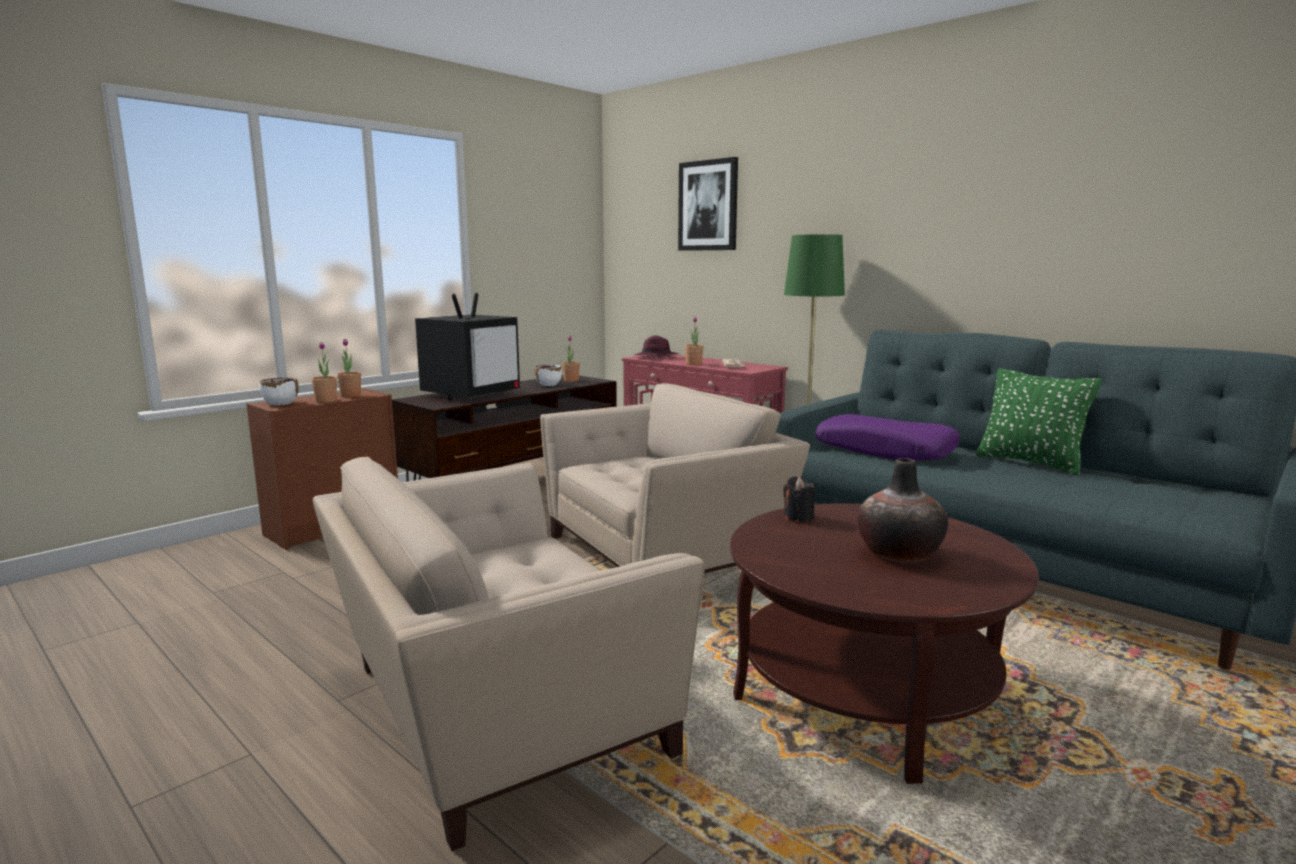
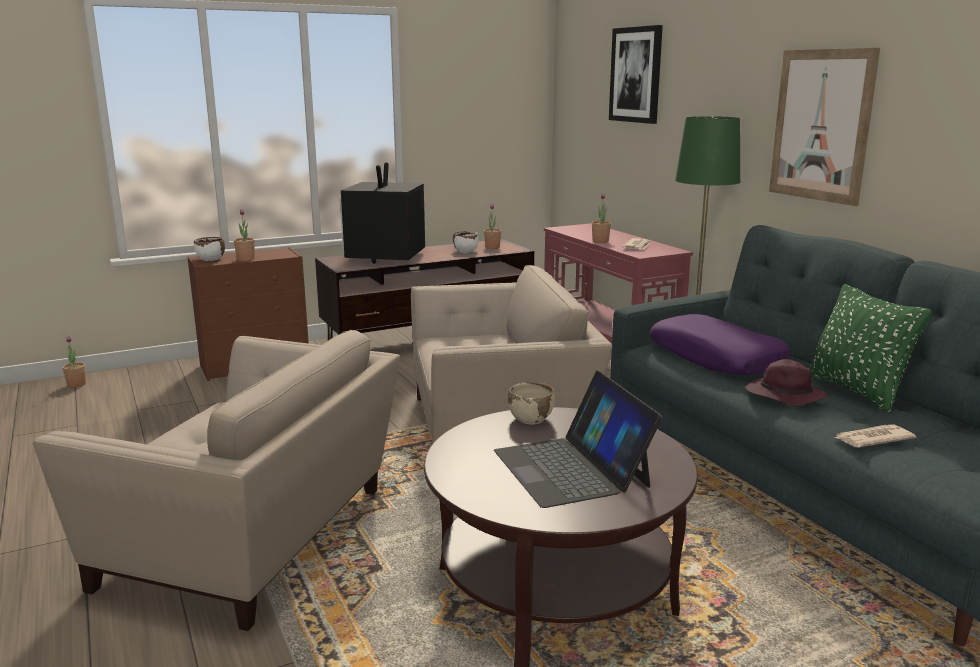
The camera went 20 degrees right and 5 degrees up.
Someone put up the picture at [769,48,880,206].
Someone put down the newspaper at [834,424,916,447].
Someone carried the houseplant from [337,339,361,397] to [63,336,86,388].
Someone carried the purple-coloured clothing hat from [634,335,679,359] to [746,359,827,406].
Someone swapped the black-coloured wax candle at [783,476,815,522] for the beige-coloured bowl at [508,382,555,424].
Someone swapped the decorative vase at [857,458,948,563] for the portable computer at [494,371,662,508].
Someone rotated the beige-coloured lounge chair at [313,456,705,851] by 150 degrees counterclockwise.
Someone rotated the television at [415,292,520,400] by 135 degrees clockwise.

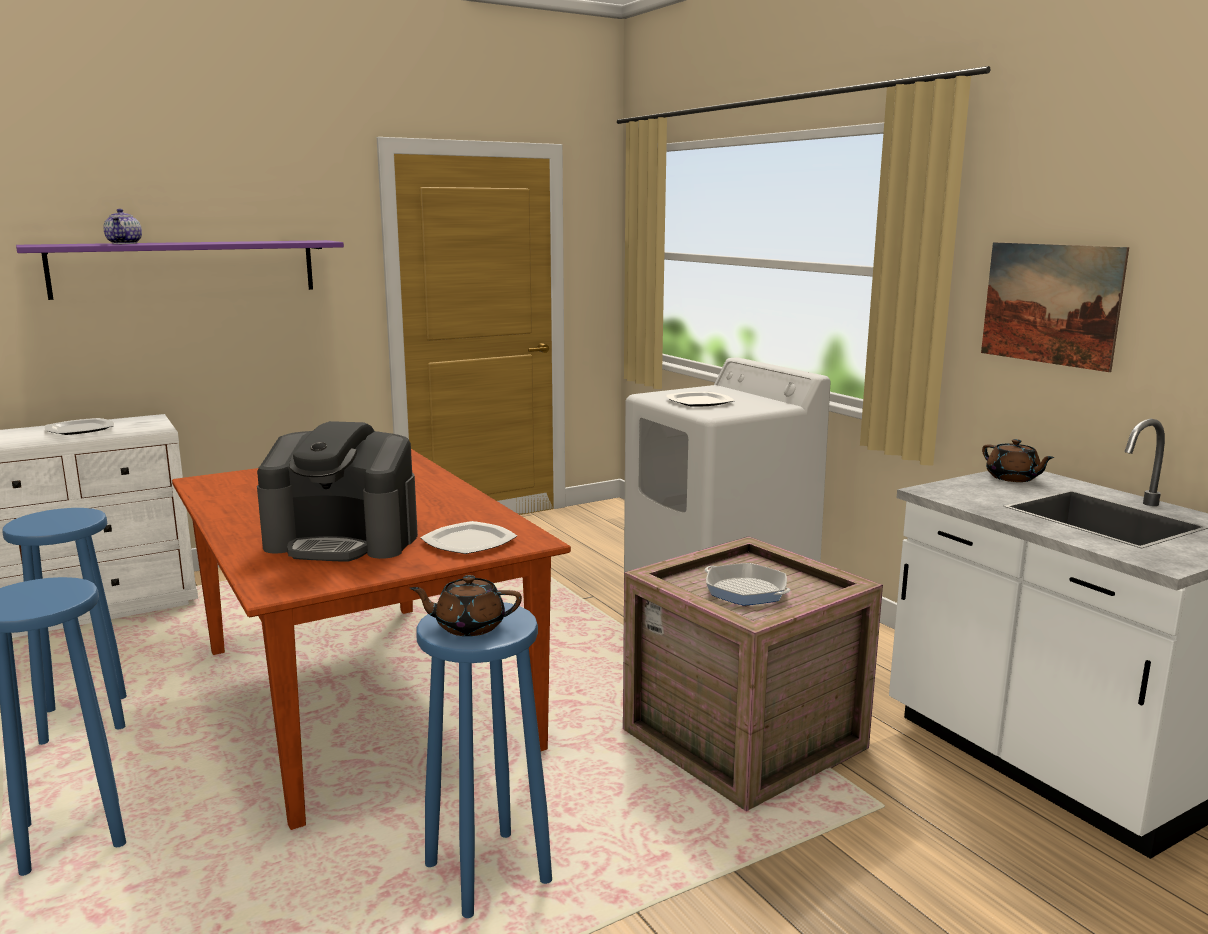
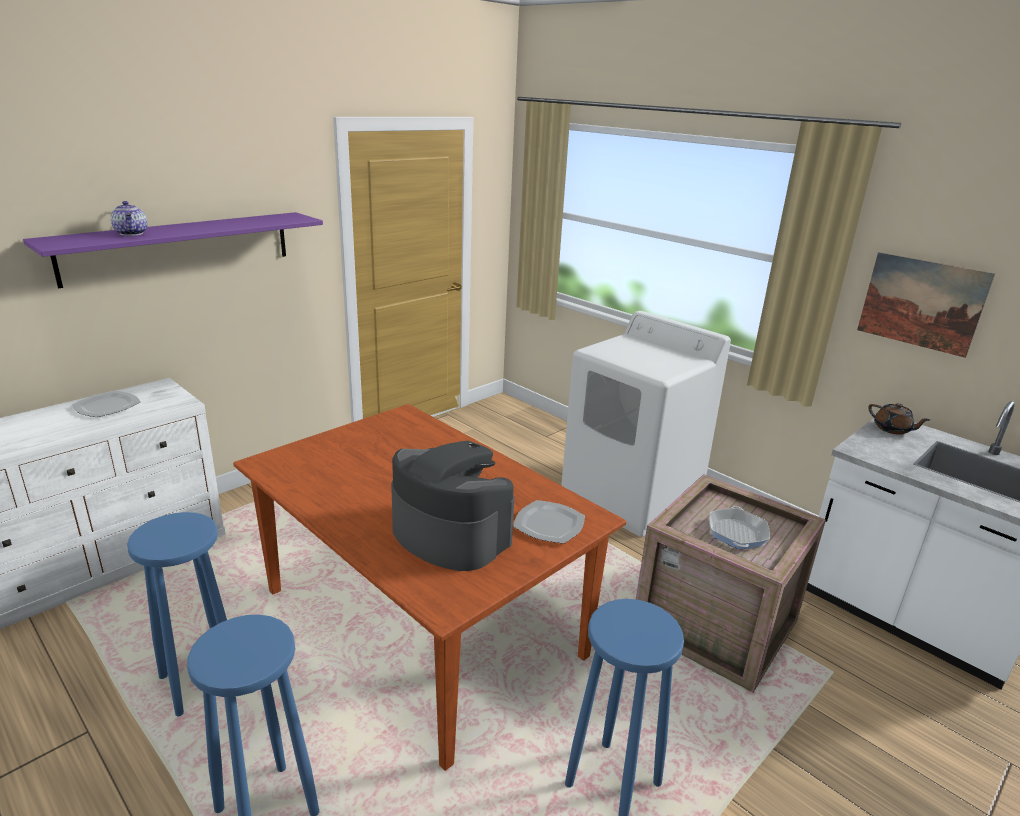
The camera went 15 degrees left and 10 degrees up.
Someone took away the brown-coloured teapot at [410,575,522,636].
Someone took away the flat dish at [666,391,734,407].
Someone rotated the coffee maker at [257,421,418,562] by 135 degrees counterclockwise.
Someone rotated the frying pan at [705,563,791,606] by 105 degrees counterclockwise.

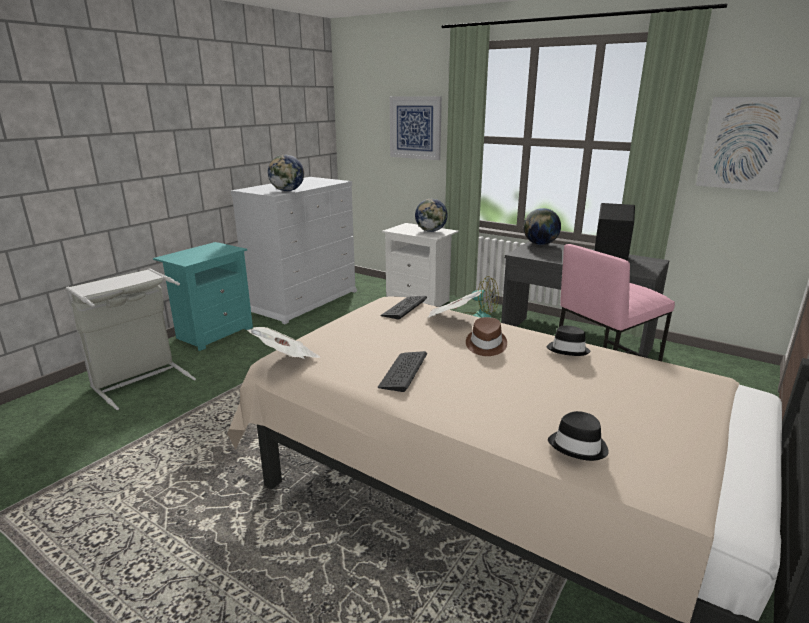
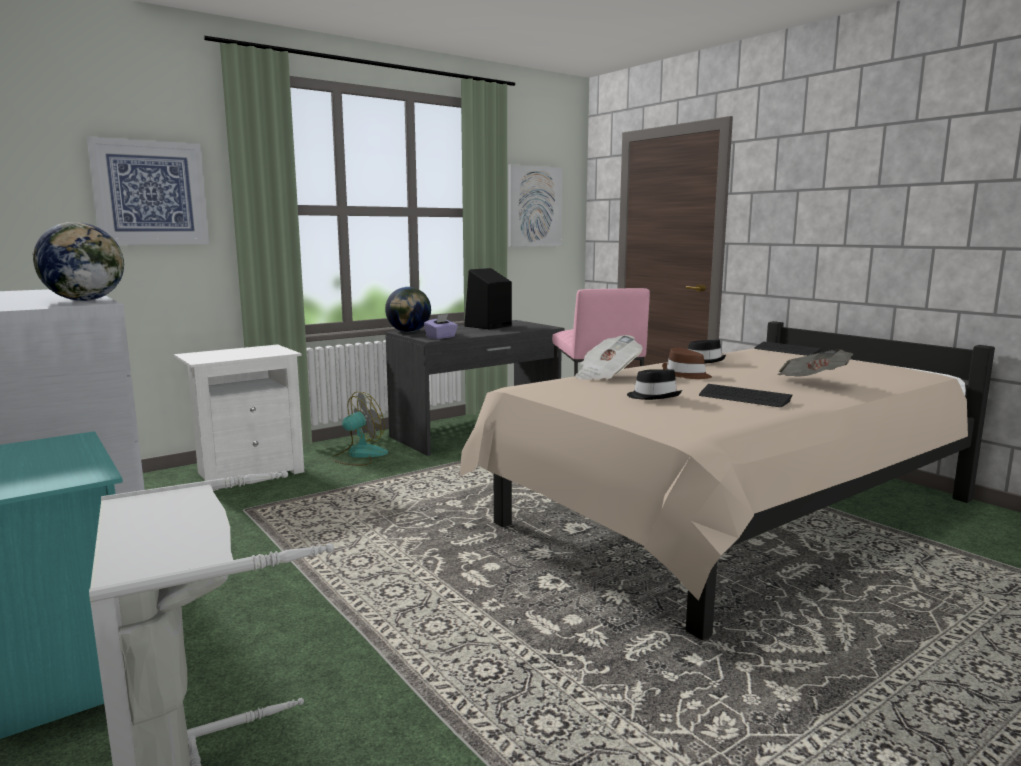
The camera went 70 degrees left and 10 degrees down.
Someone took away the world globe at [415,199,448,232].
Someone put down the purple-coloured box of tissues at [424,314,458,339].
Someone carried the newspaper from [247,327,321,359] to [777,350,853,377].
Someone carried the keyboard from [380,296,427,320] to [754,342,822,356].
Someone carried the black-coloured clothing hat from [548,411,609,461] to [627,369,682,400].

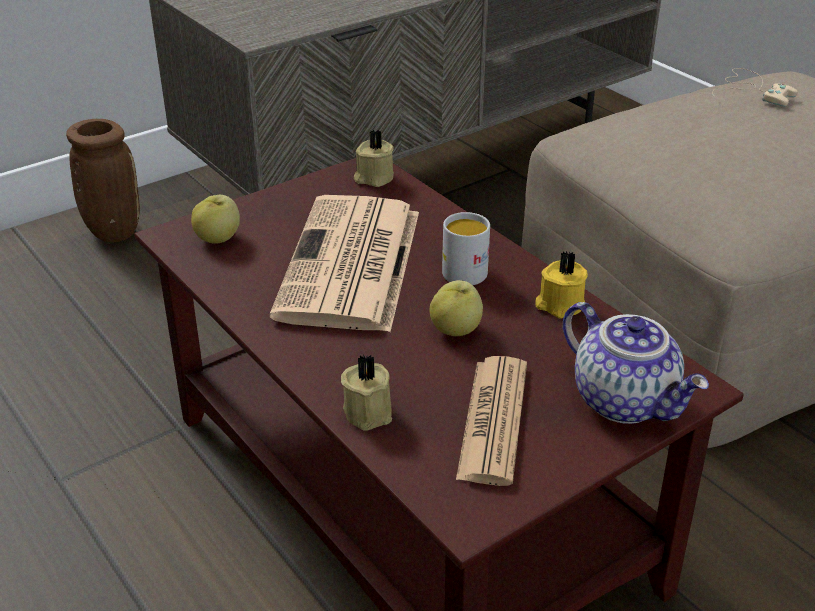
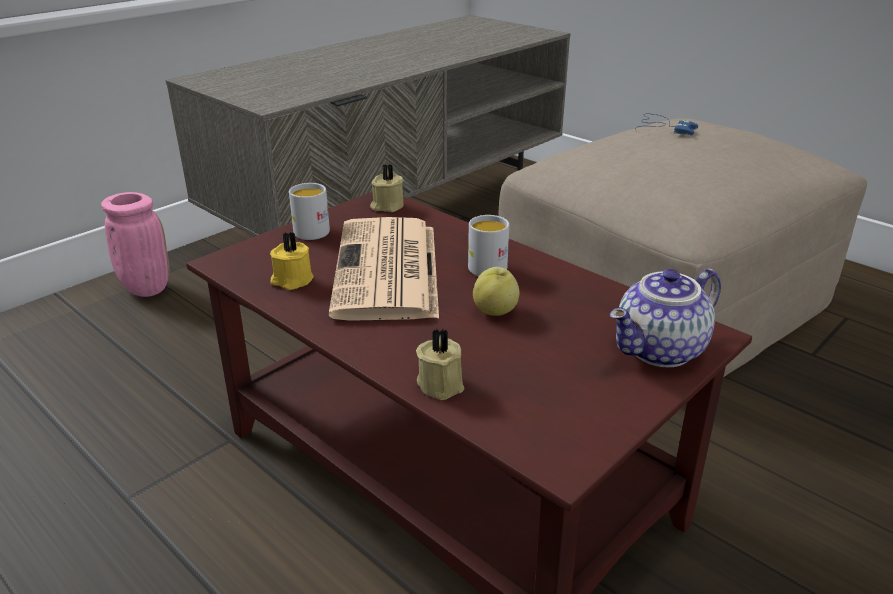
The camera went 10 degrees left and 5 degrees down.
Someone took away the whole apple at [191,195,240,244].
Someone took away the newspaper at [456,356,527,486].
Someone put down the whitish mug at [289,183,330,240].
Someone carried the yellowish wax candle from [535,251,588,318] to [270,232,314,290].
Someone repainted the brown-coloured decorative vase at [66,119,140,242], which became the pink decorative vase at [101,192,169,297].
Someone repainted the beige-coloured joypad at [712,68,798,107], which became the bluish joypad at [635,114,698,136].
Someone rotated the teapot at [563,302,709,424] by 105 degrees clockwise.

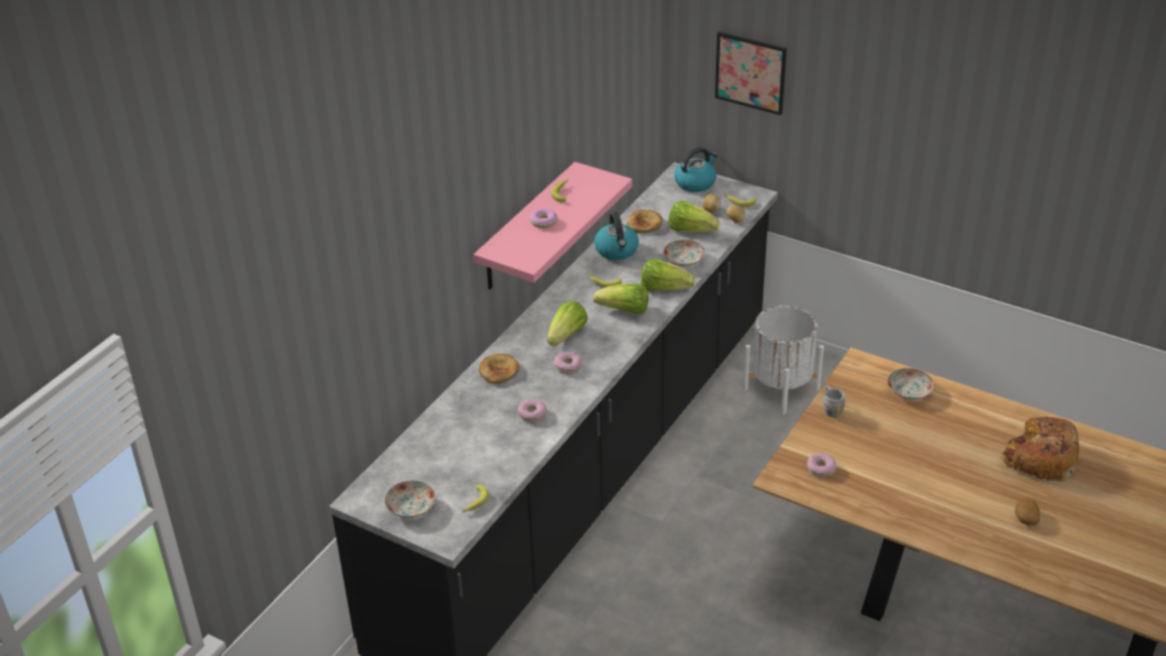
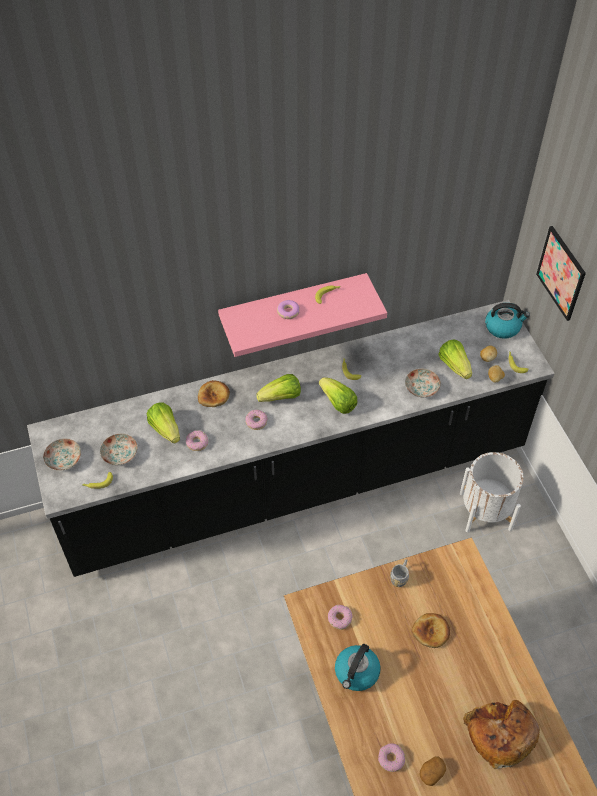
The camera went 40 degrees right and 15 degrees up.
Someone put down the donut at [378,743,405,772].
Someone carried the water kettle from [594,211,639,260] to [335,644,381,691].
Someone carried the bread from [627,210,663,233] to [412,613,450,648].
Someone carried the lettuce head from [641,258,695,291] to [147,402,180,443].
Someone carried the flat dish from [887,368,934,400] to [100,433,138,465].

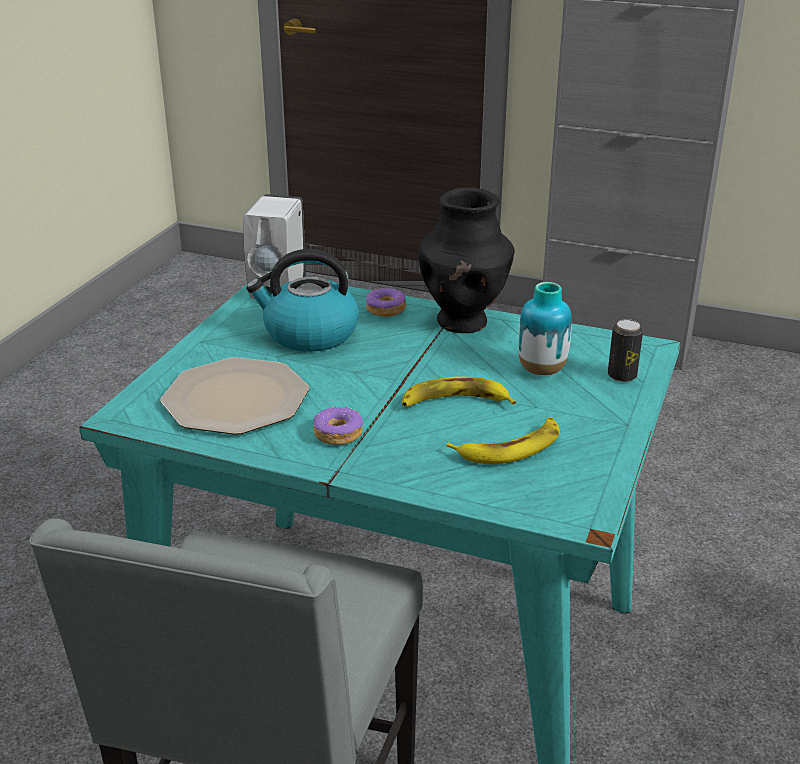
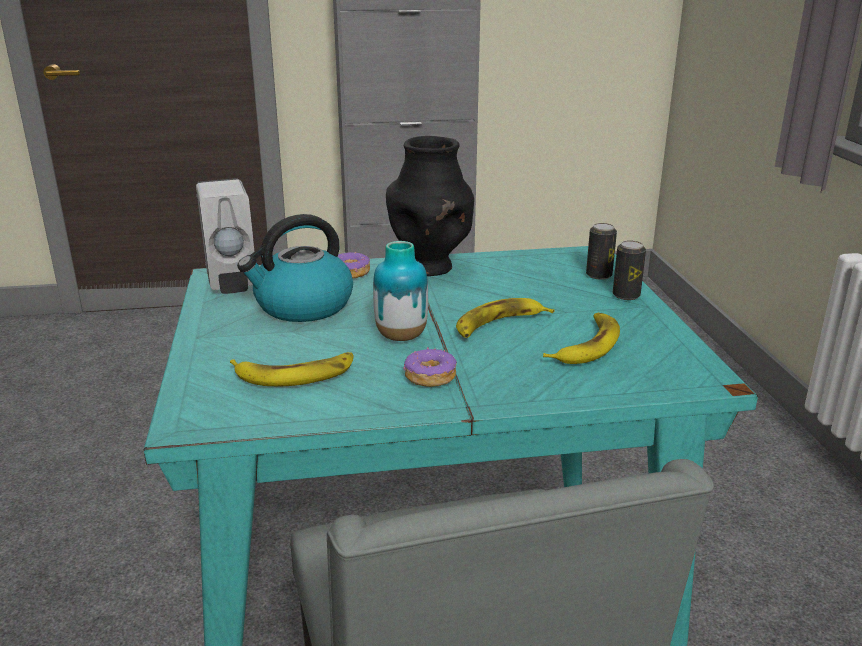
The camera went 30 degrees left and 5 degrees down.
Someone put down the can at [613,240,646,300].
Someone carried the decorative vase from [518,282,572,375] to [373,241,428,341].
Someone swapped the flat dish at [160,357,309,435] for the whole banana at [230,352,354,387].

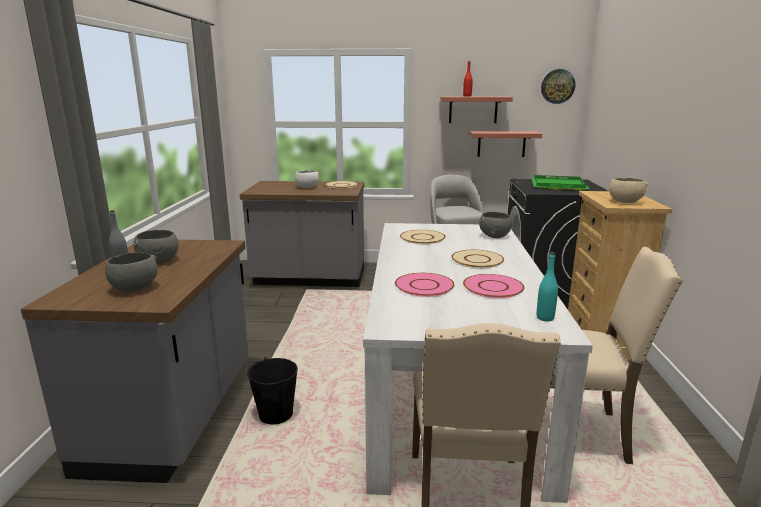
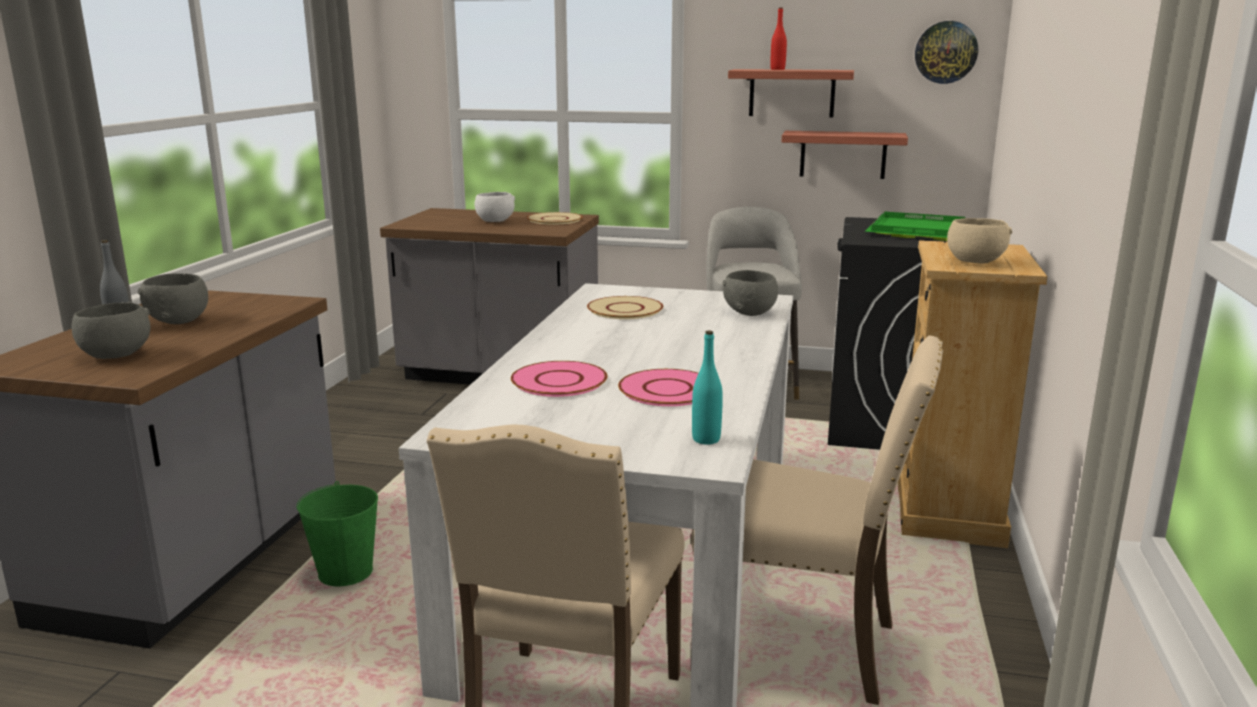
The camera went 10 degrees right and 0 degrees up.
Someone took away the beige-coloured flat dish at [451,250,504,268].
Someone repainted the black-coloured bucket at [247,357,298,425], which became the green-coloured bucket at [296,481,378,586].

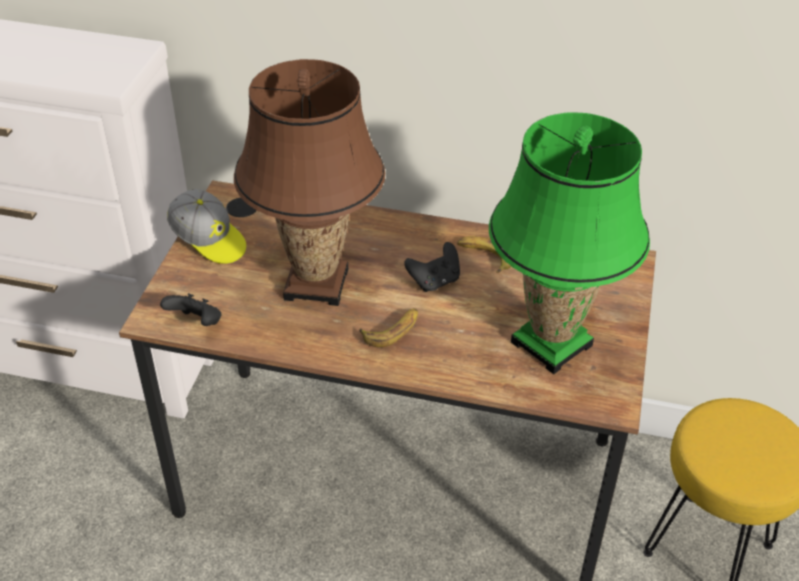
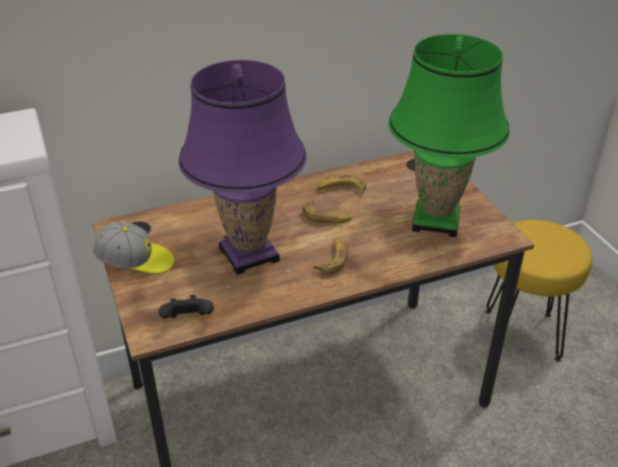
The camera went 35 degrees left and 5 degrees down.
Someone swapped the black-coloured joypad at [404,242,460,292] for the whole banana at [302,202,352,223].
Someone repainted the brown-coloured table lamp at [234,59,385,306], which became the purple-coloured table lamp at [178,60,307,275].

